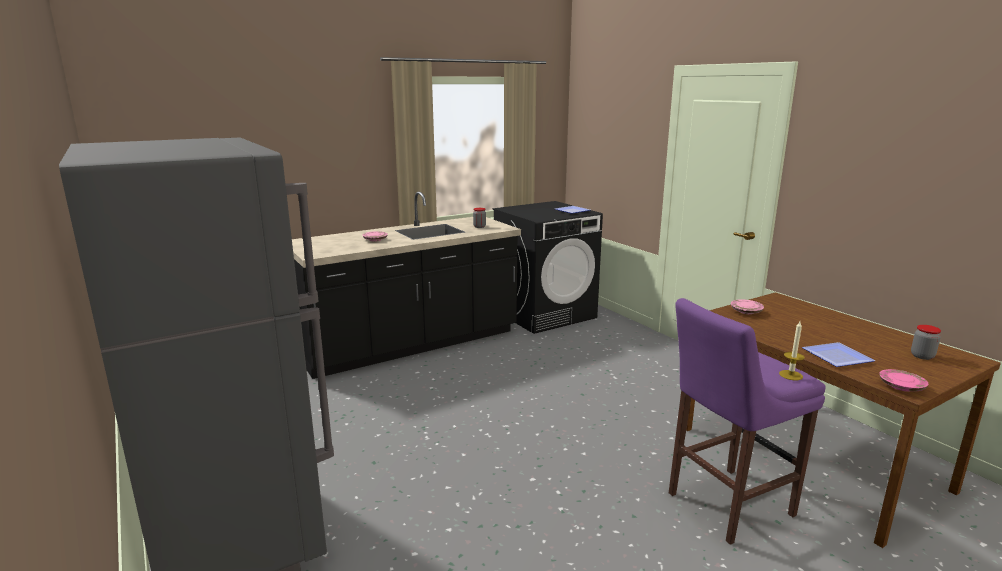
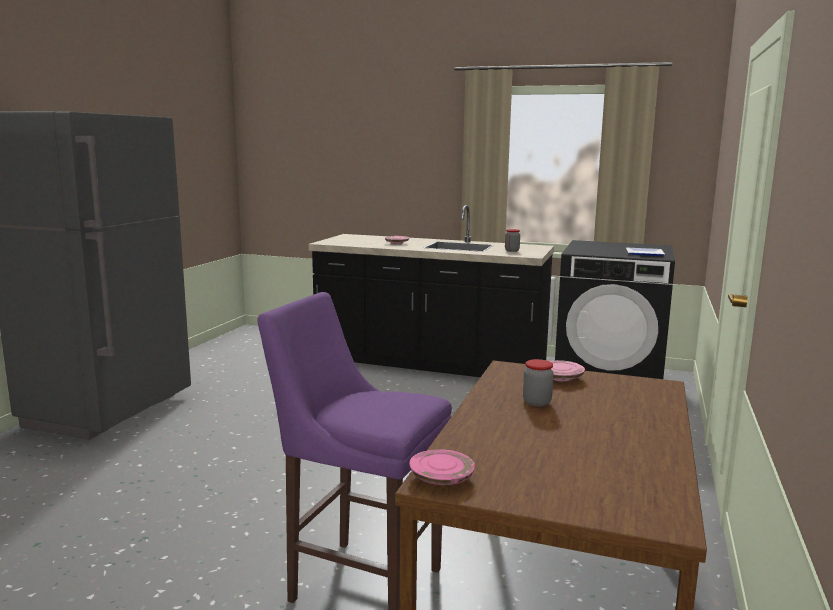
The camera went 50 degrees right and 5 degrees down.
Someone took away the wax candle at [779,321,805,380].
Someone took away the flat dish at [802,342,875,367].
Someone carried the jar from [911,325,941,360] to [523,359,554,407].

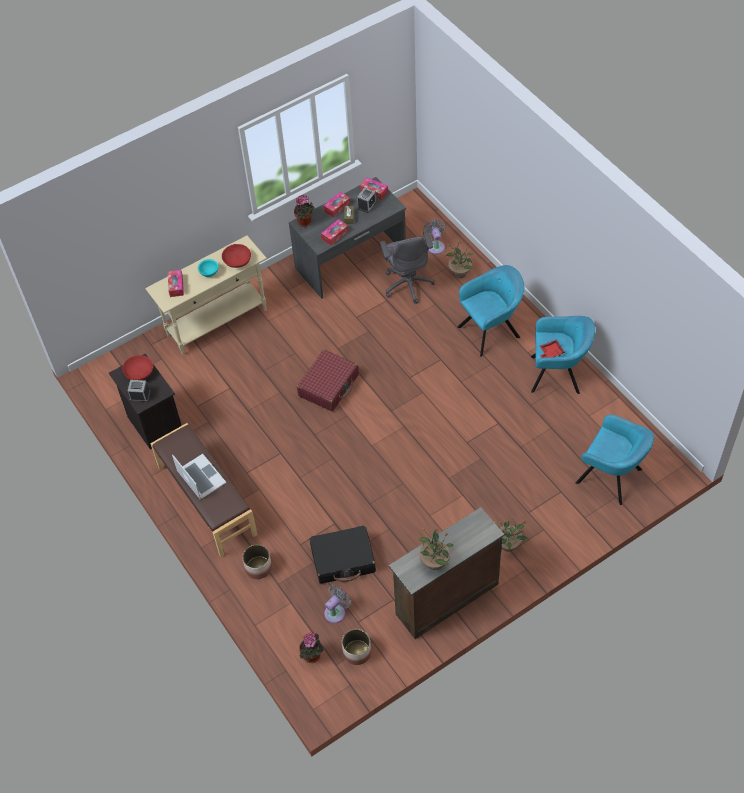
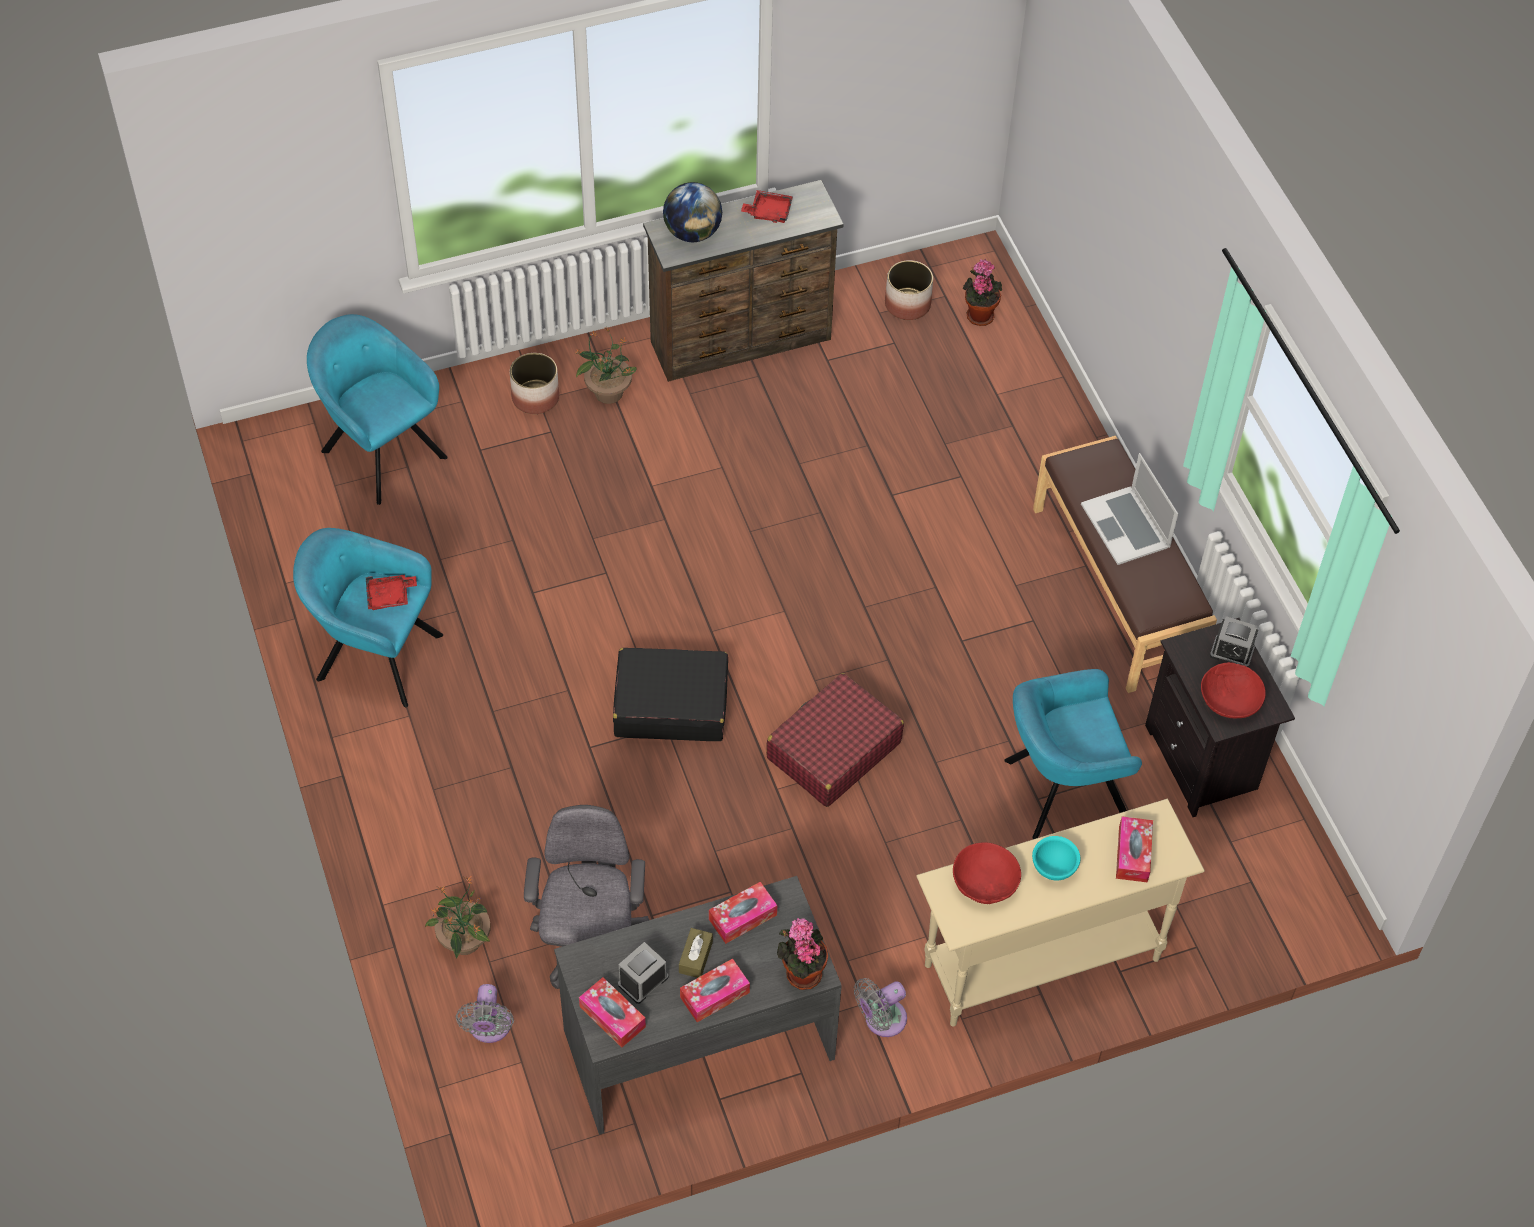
The camera went 170 degrees left and 0 degrees up.
Someone put down the world globe at [663,182,722,242].
Someone carried the planter from [242,544,272,579] to [510,353,559,414].
Someone carried the black-coloured piece of luggage from [310,525,376,584] to [613,648,728,741].
Someone carried the greyish electric fan from [324,585,351,623] to [854,978,907,1037].
Someone carried the blue-green lounge chair from [458,265,524,357] to [1004,669,1142,839].
Someone swapped the houseplant at [418,528,454,570] for the red-coloured serving tray at [741,190,793,223].

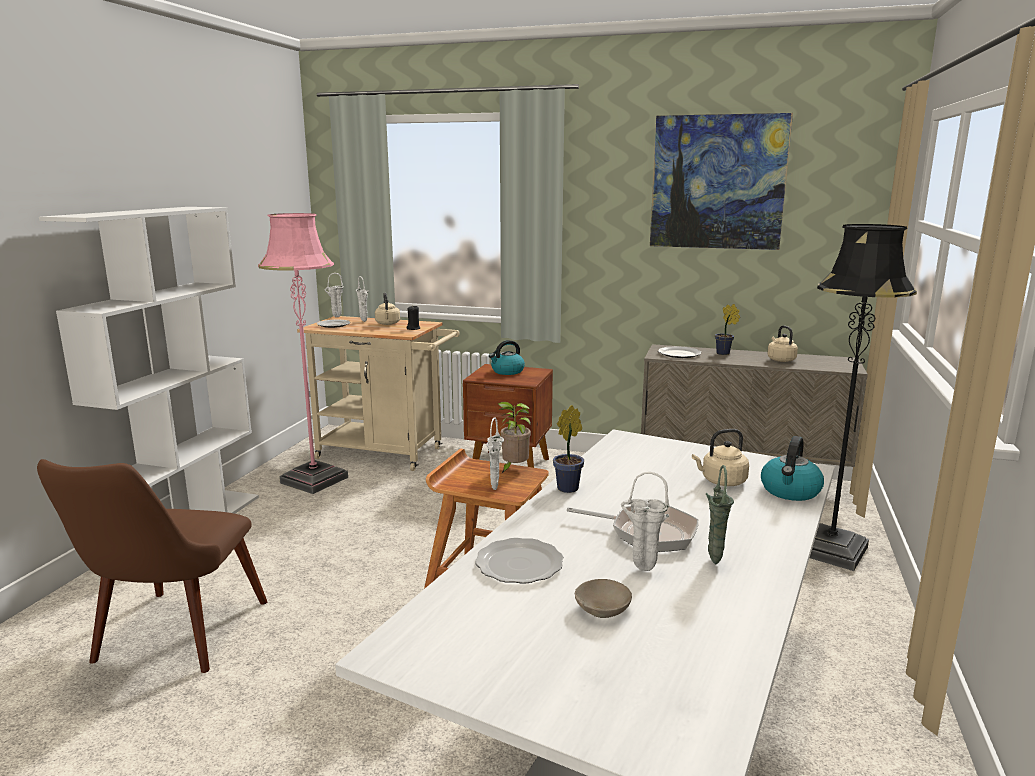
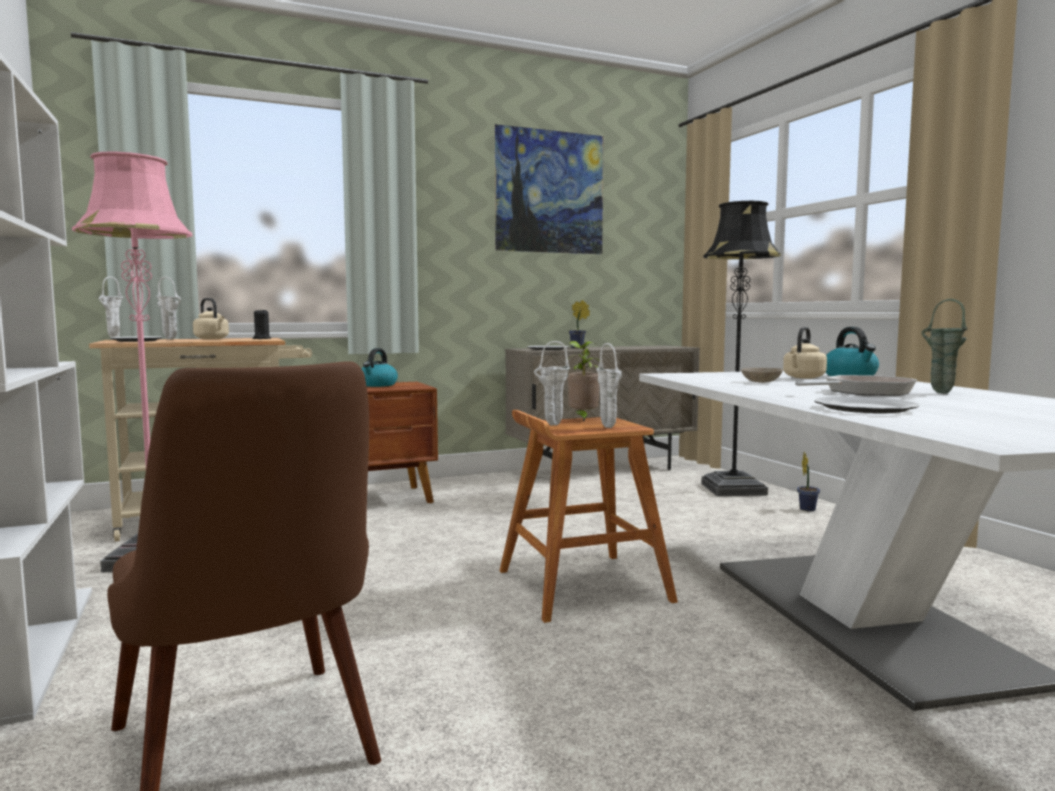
The camera went 40 degrees left and 10 degrees down.
Someone took away the beige-coloured water kettle at [767,325,798,362].
Someone carried the houseplant from [553,405,584,493] to [797,452,820,512].
Someone carried the beige-coloured bowl from [575,579,632,618] to [741,368,783,383].
Someone carried the whitish decorative vase from [621,472,670,571] to [534,341,570,426].

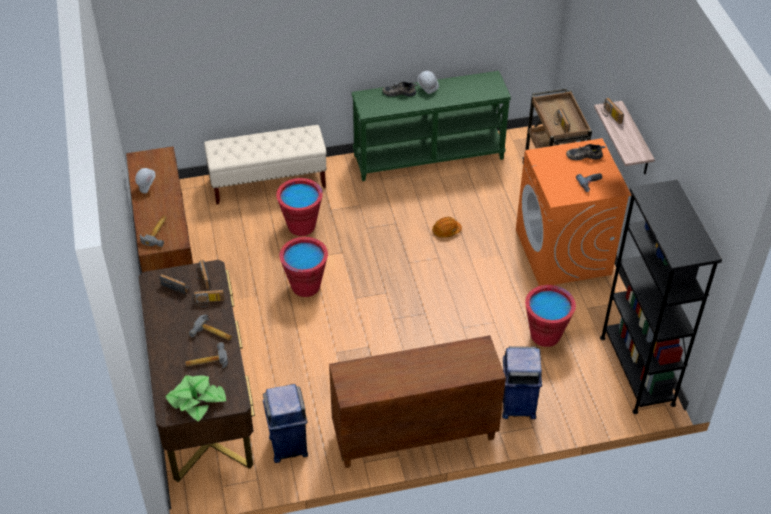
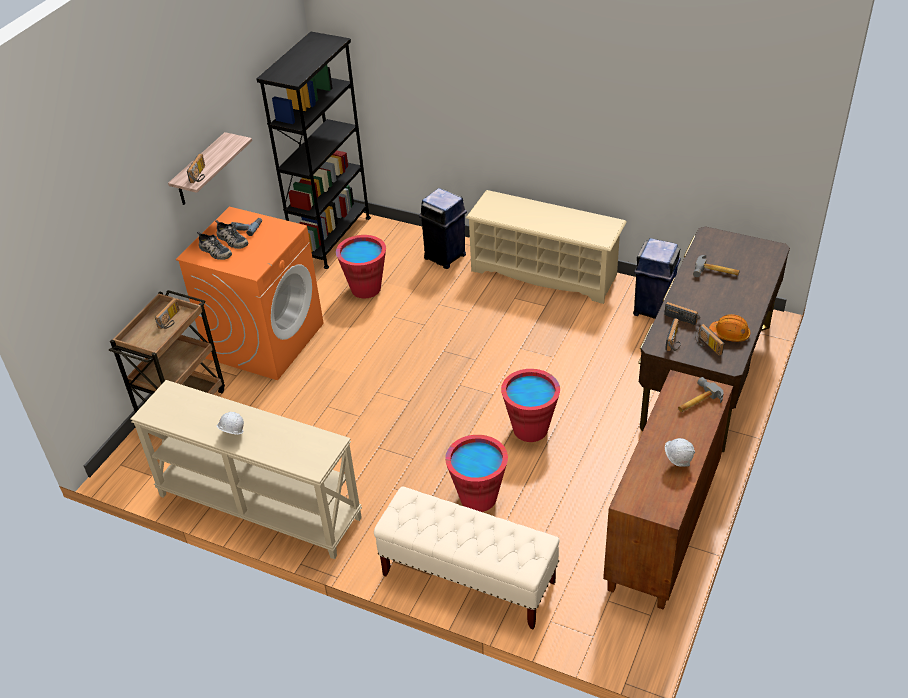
The camera went 140 degrees left and 5 degrees down.
Someone took away the houseplant at [165,375,226,422].
Someone took away the hand hammer at [188,315,232,340].
Someone carried the item of footwear from [382,82,418,96] to [215,220,249,249].
Someone carried the orange work helmet from [432,217,462,238] to [709,314,750,342].
Someone swapped the brown-coloured cabinet at [329,335,506,468] for the beige-coloured shoe stand at [466,190,627,304].
Someone repainted the green-coloured console table at [352,71,511,181], which became the beige-coloured console table at [130,380,362,559].

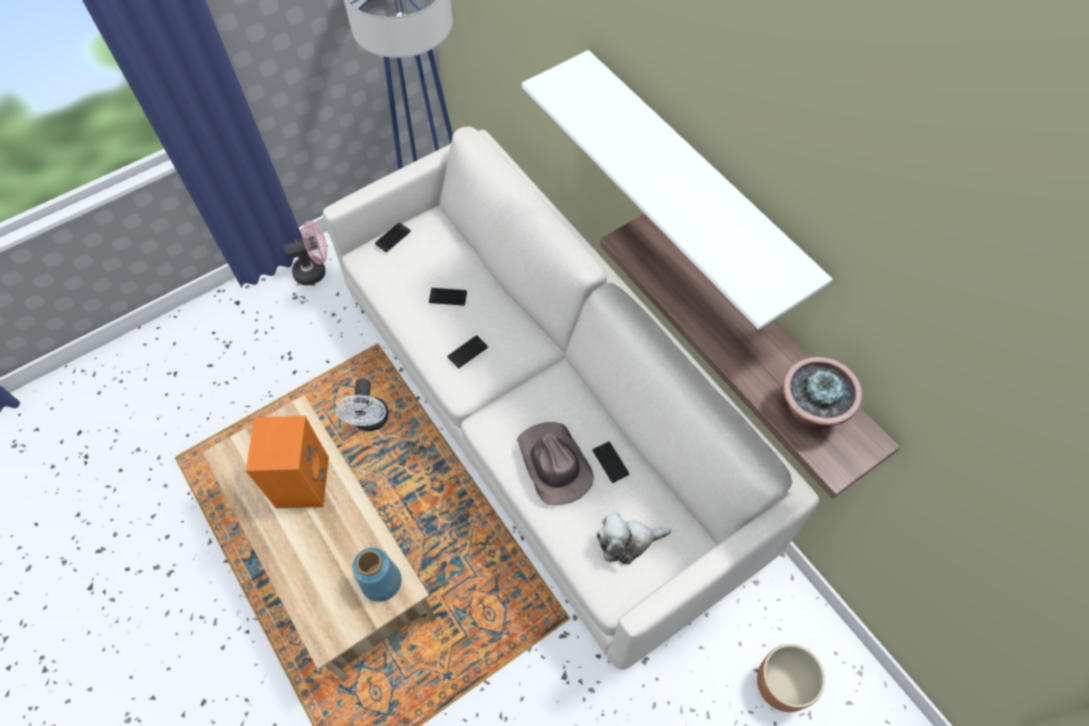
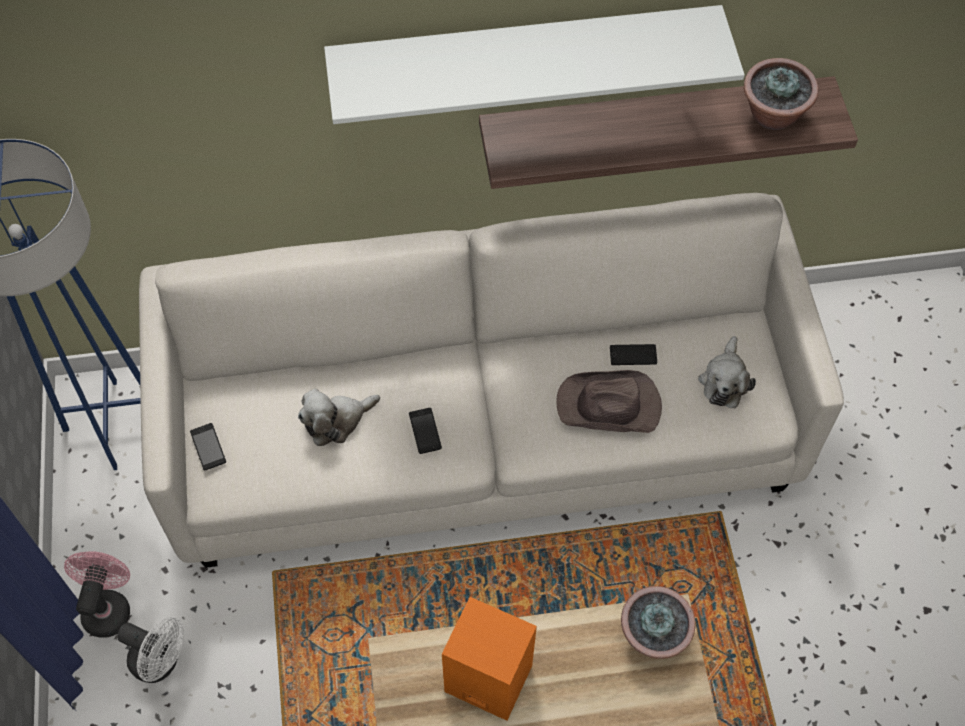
The camera went 65 degrees left and 0 degrees up.
Someone took away the brown-coloured planter at [757,644,825,712].
Someone carried the whitish electric fan from [335,378,389,431] to [117,617,184,683].
Someone swapped the bluish decorative vase at [353,547,402,602] for the houseplant at [621,586,695,659].
Someone swapped the phone at [429,288,467,306] for the cuddly toy at [298,389,380,446].

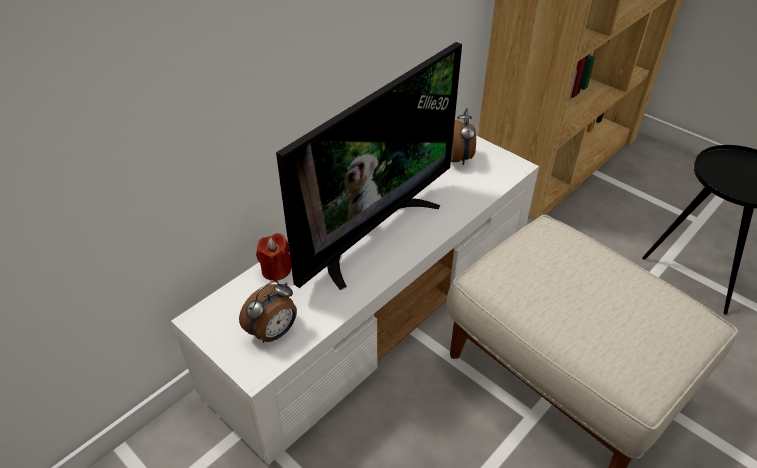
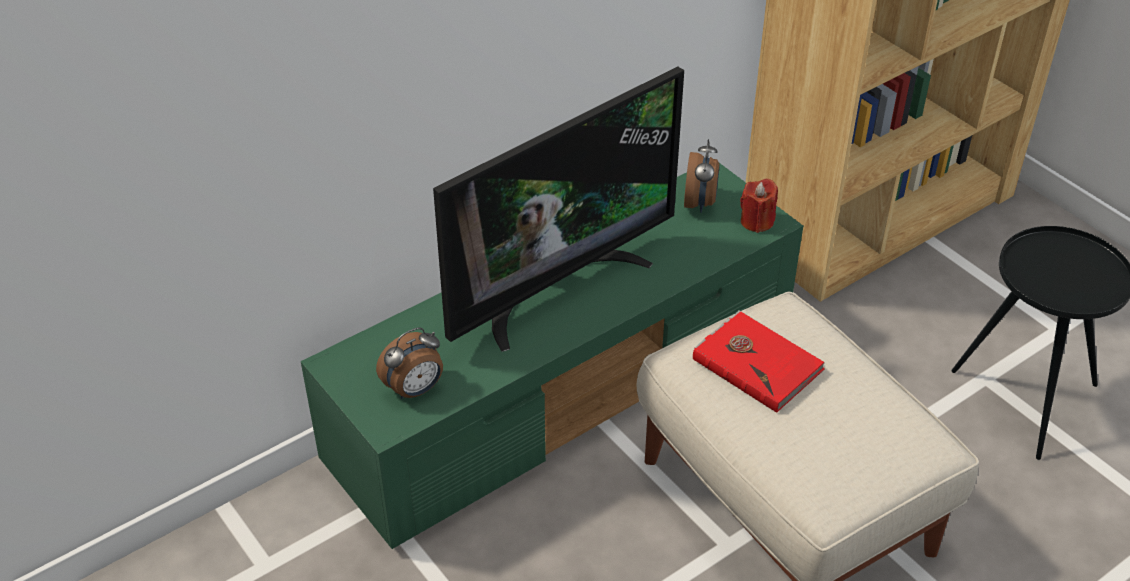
The camera went 10 degrees right and 0 degrees up.
Someone put down the red-coloured book at [693,310,825,413].
Someone carried the red-coloured wax candle from [256,233,291,281] to [740,179,778,233].
Someone repainted the whitish tv stand at [171,136,539,465], which became the green-coloured tv stand at [301,163,803,549].

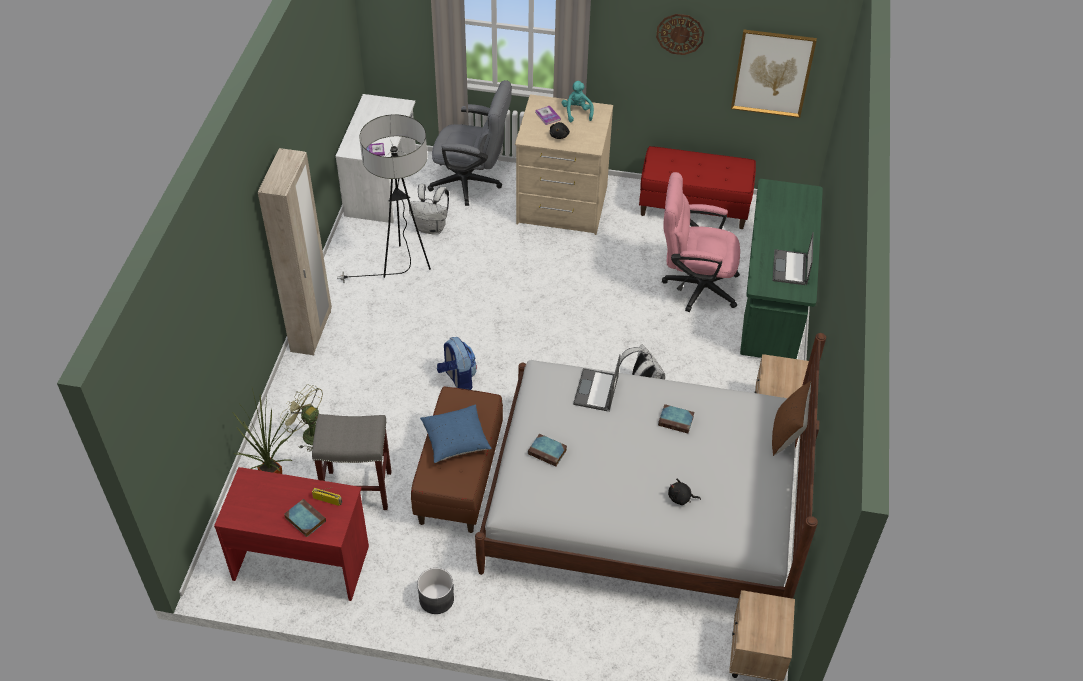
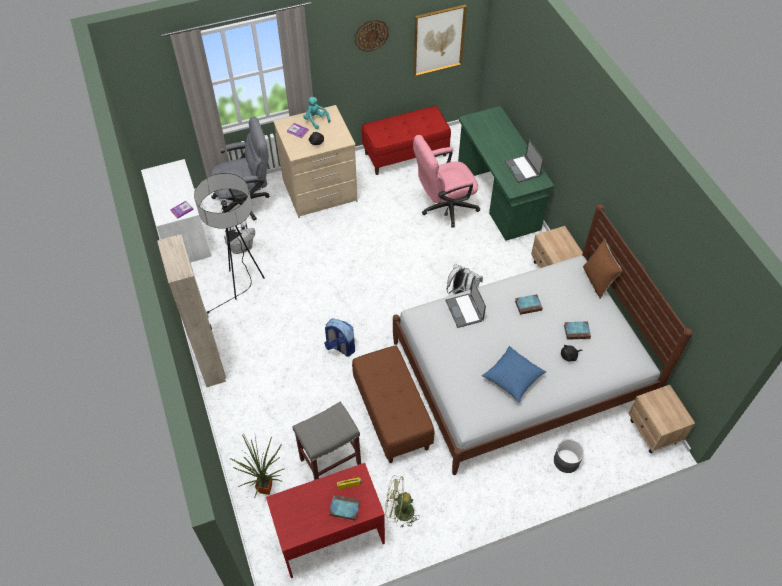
The camera went 30 degrees left and 5 degrees up.
Someone carried the green-coloured electric fan from [280,384,323,452] to [386,475,420,528].
Someone carried the greyish planter from [417,568,454,614] to [554,439,584,473].
Someone carried the bluish pillow from [420,405,491,463] to [482,346,546,403].
Someone carried the book from [528,434,567,467] to [564,321,591,340].

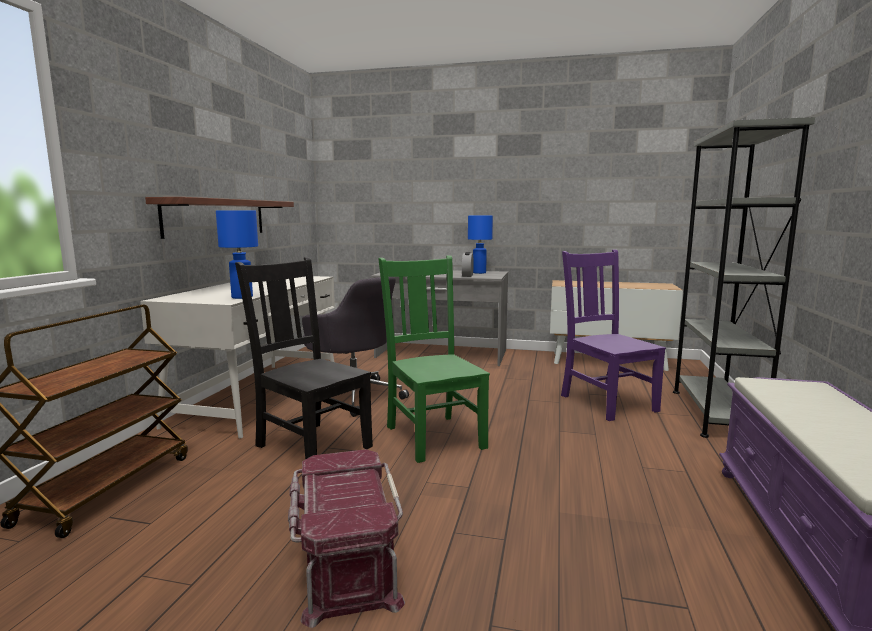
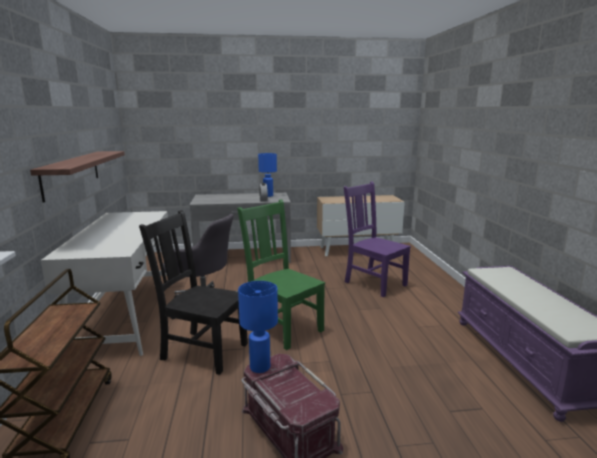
The camera went 20 degrees left and 5 degrees up.
Someone took away the greyish bookshelf at [673,117,815,438].
Someone carried the bluish table lamp from [216,210,258,299] to [238,281,278,373].

